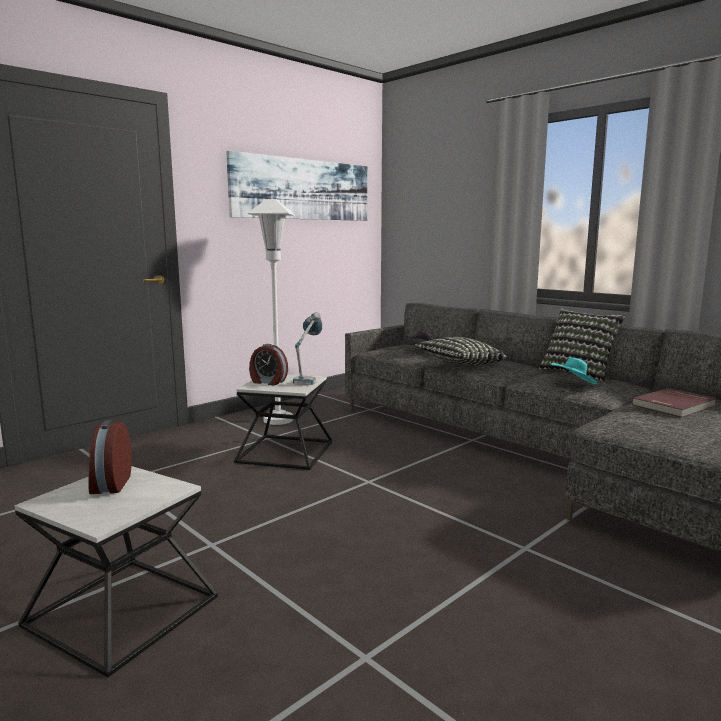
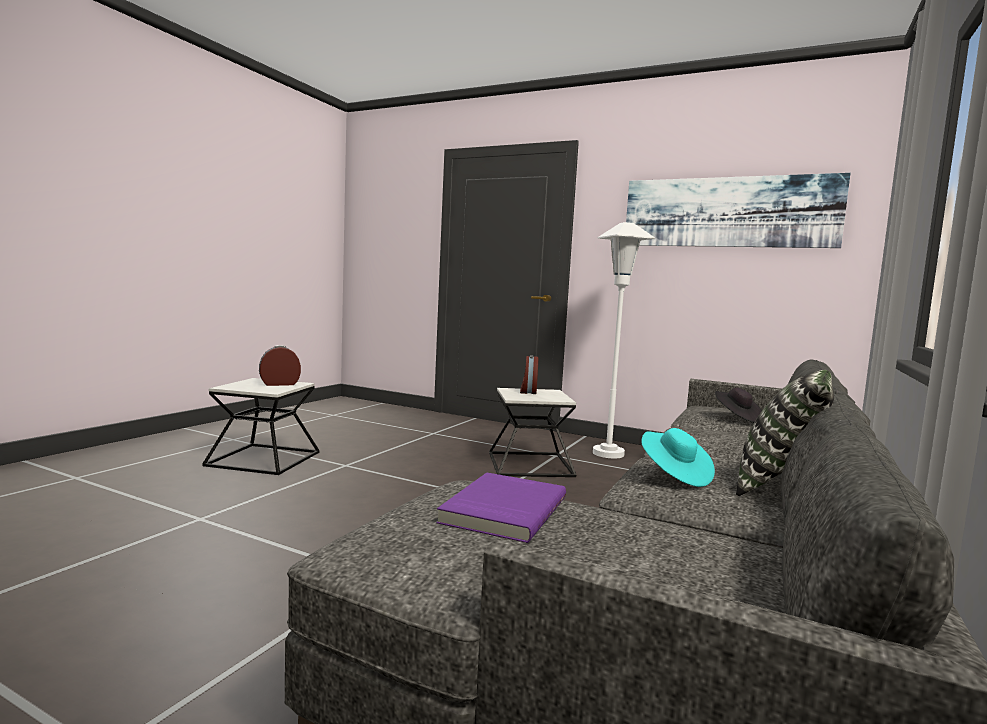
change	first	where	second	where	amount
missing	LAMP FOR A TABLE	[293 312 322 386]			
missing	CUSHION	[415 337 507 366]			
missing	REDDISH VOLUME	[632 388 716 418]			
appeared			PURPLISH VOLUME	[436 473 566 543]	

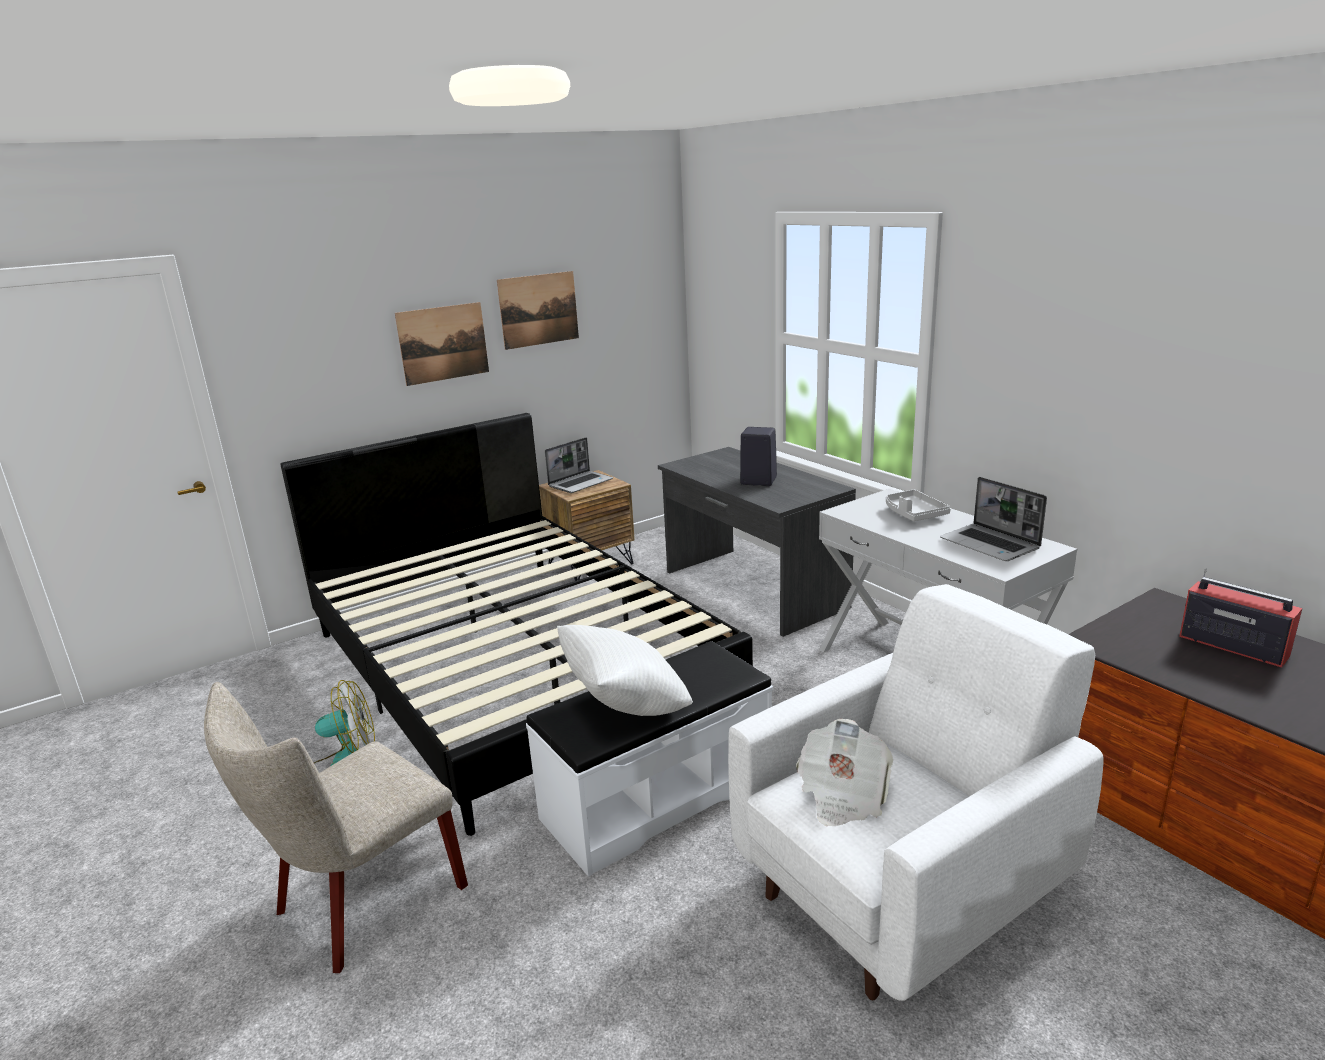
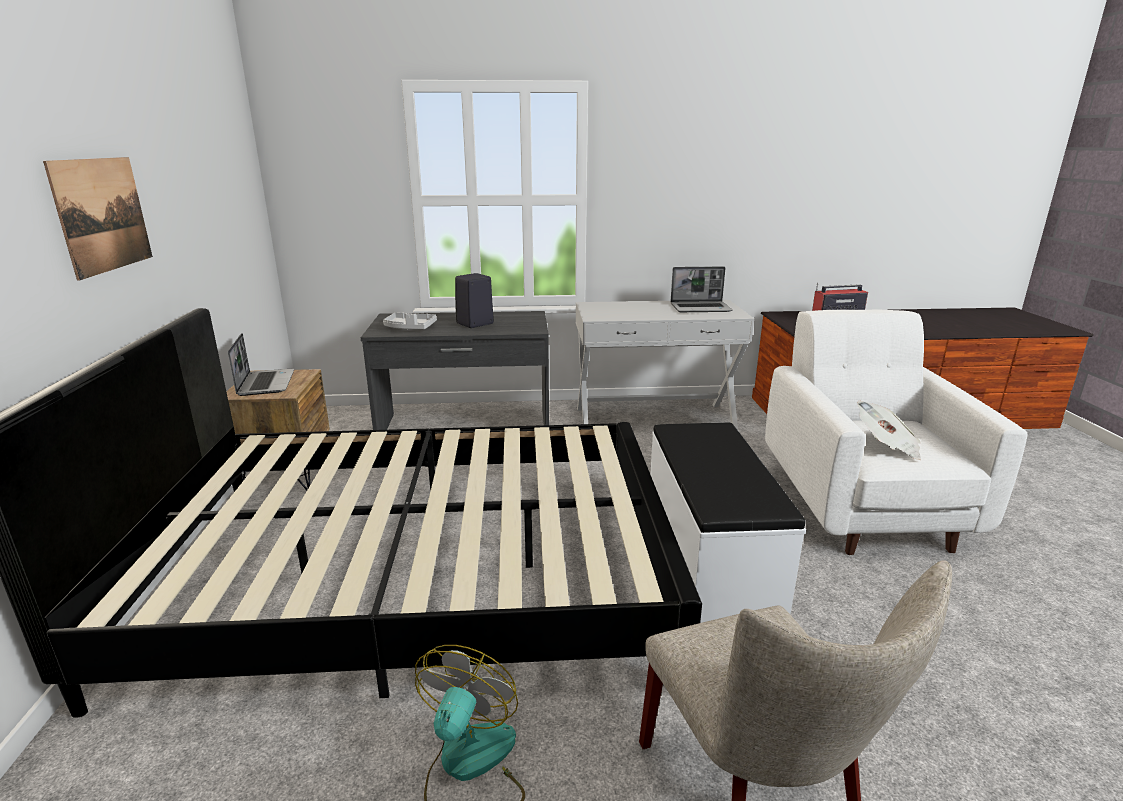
change	first	where	second	where	amount
missing	PICTURE	[497 271 579 350]			
missing	WHITE-COLOURED CUSHION	[557 625 693 716]			
relocated	GREY TRAY	[886 489 951 521]		[383 313 437 329]	

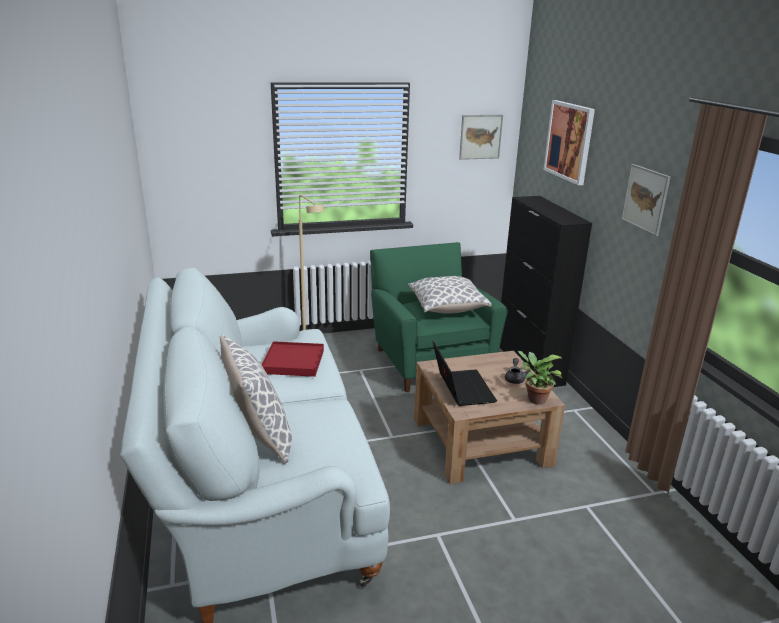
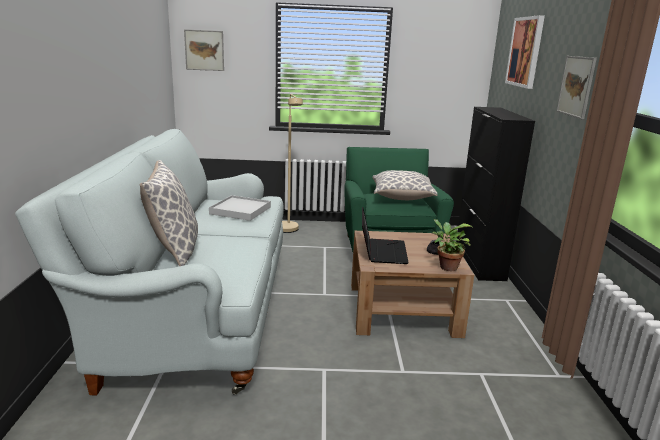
change	first	where	second	where	amount
colour	REDDISH TRAY	[262 341 324 377]	WHITE-COLOURED TRAY	[209 195 271 221]	
relocated	PICTURE	[459 115 503 160]		[184 29 224 71]	

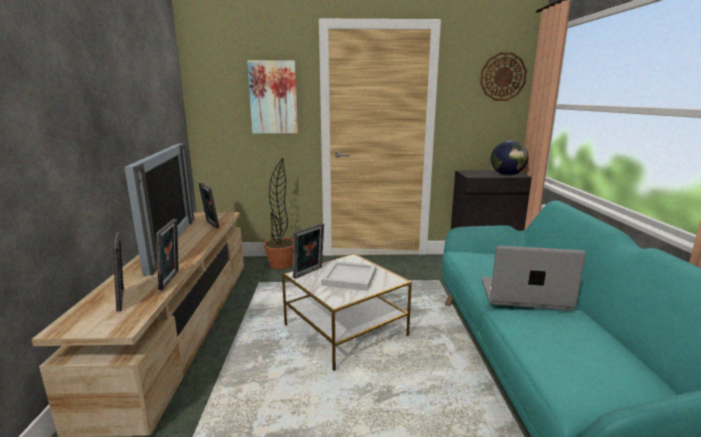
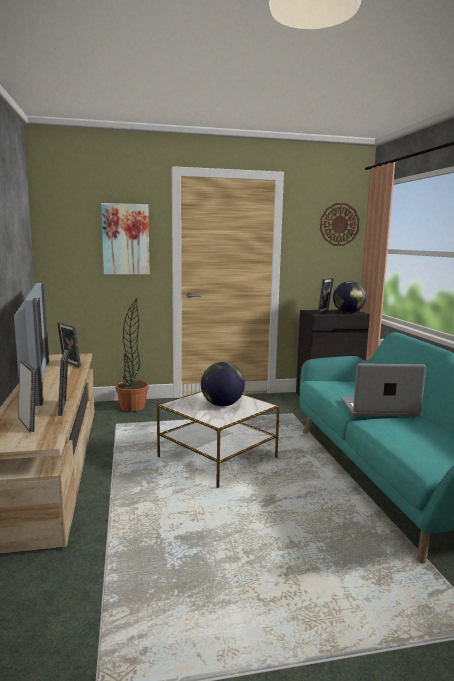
change	first	where	second	where	amount
relocated	PHOTO FRAME	[293 223 324 279]		[317 278 334 314]	
exchanged	WHITE-COLOURED TRAY	[321 261 376 291]	DESK GLOBE	[201 362 245 406]	

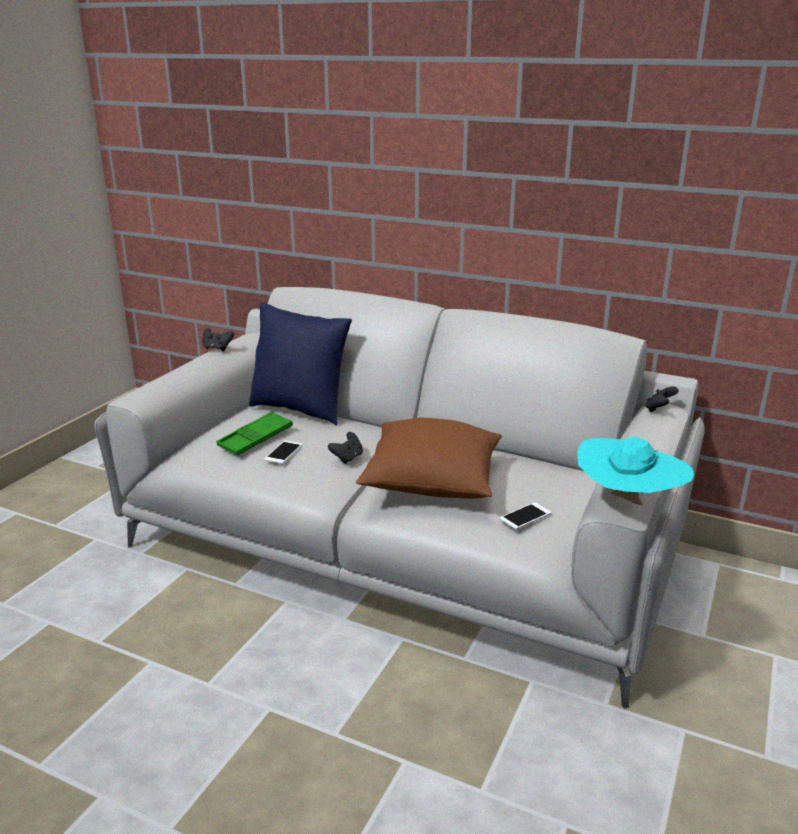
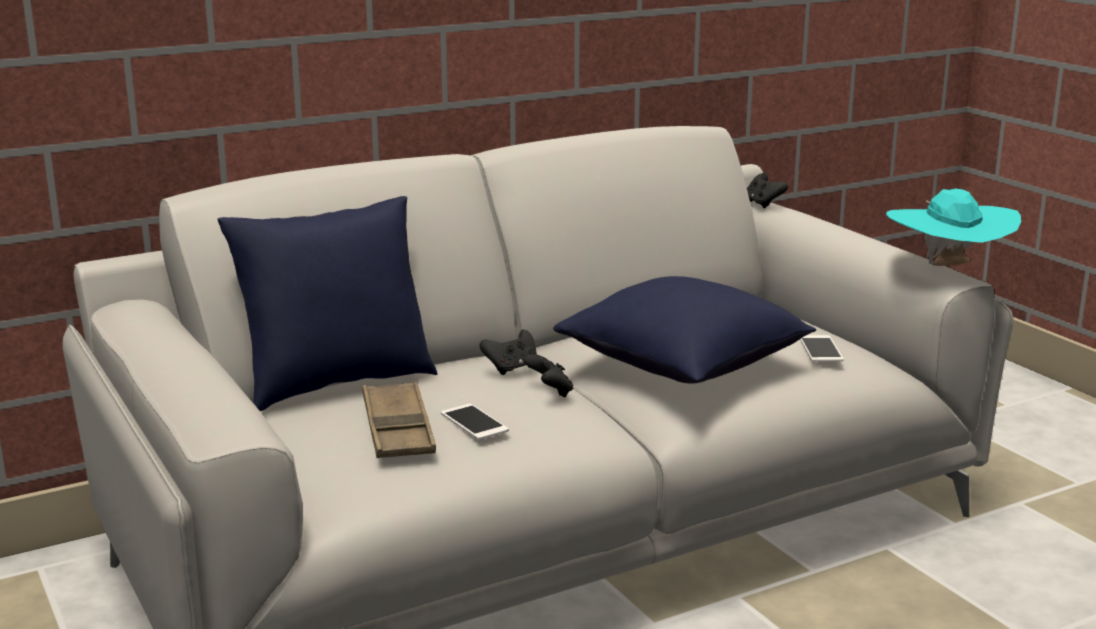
change	first	where	second	where	amount
relocated	BLACK-COLOURED JOYPAD	[203 328 234 351]		[479 330 537 375]	
colour	GREENISH TRAY	[217 412 293 455]	BROWN-COLOURED TRAY	[362 382 436 458]	
colour	BROWN-COLOURED CUSHION	[356 418 502 499]	BLUE CUSHION	[553 276 816 383]	

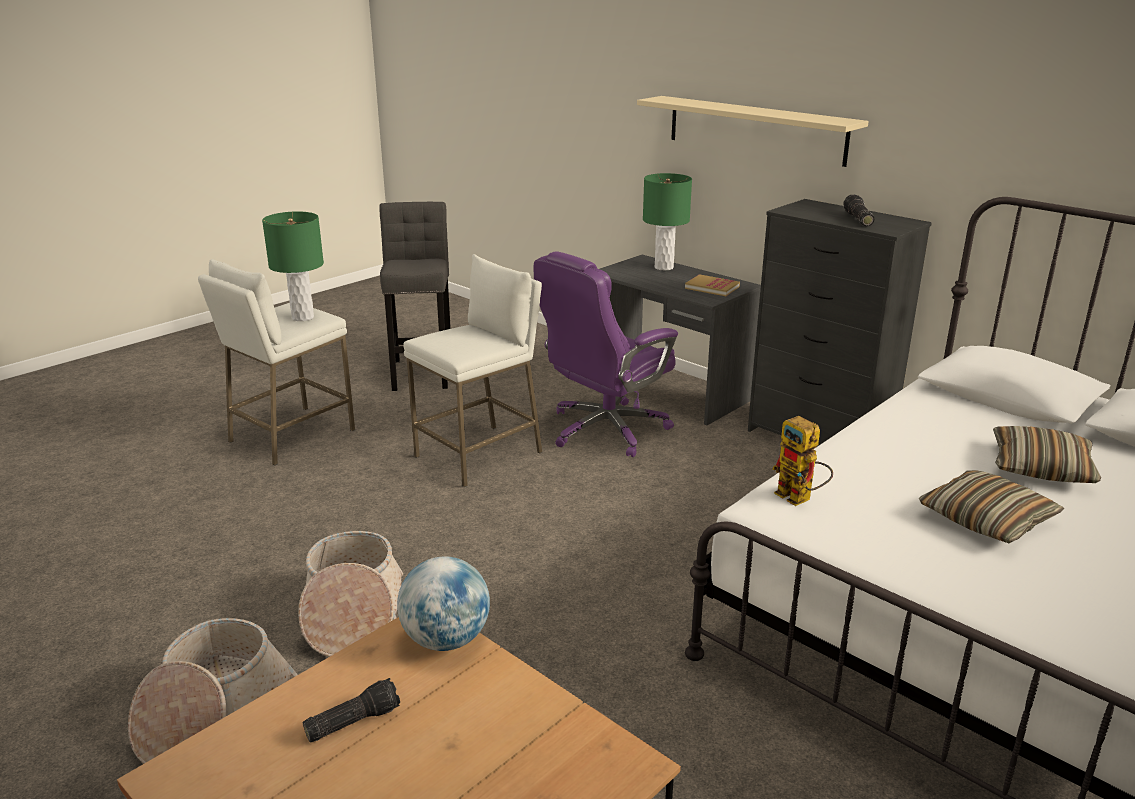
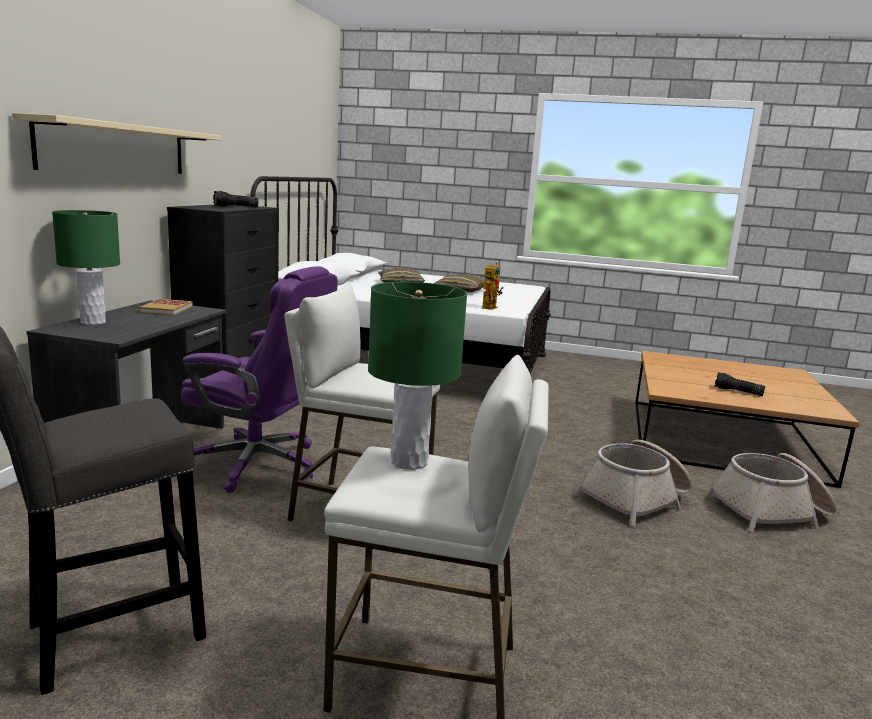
change	first	where	second	where	amount
missing	DESK GLOBE	[397 556 490 651]			

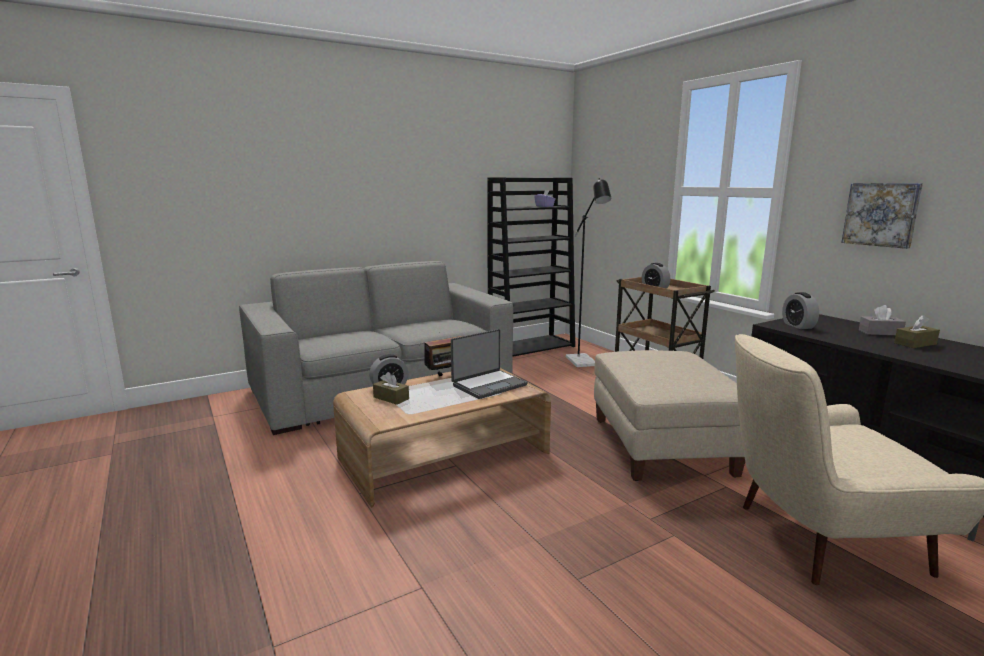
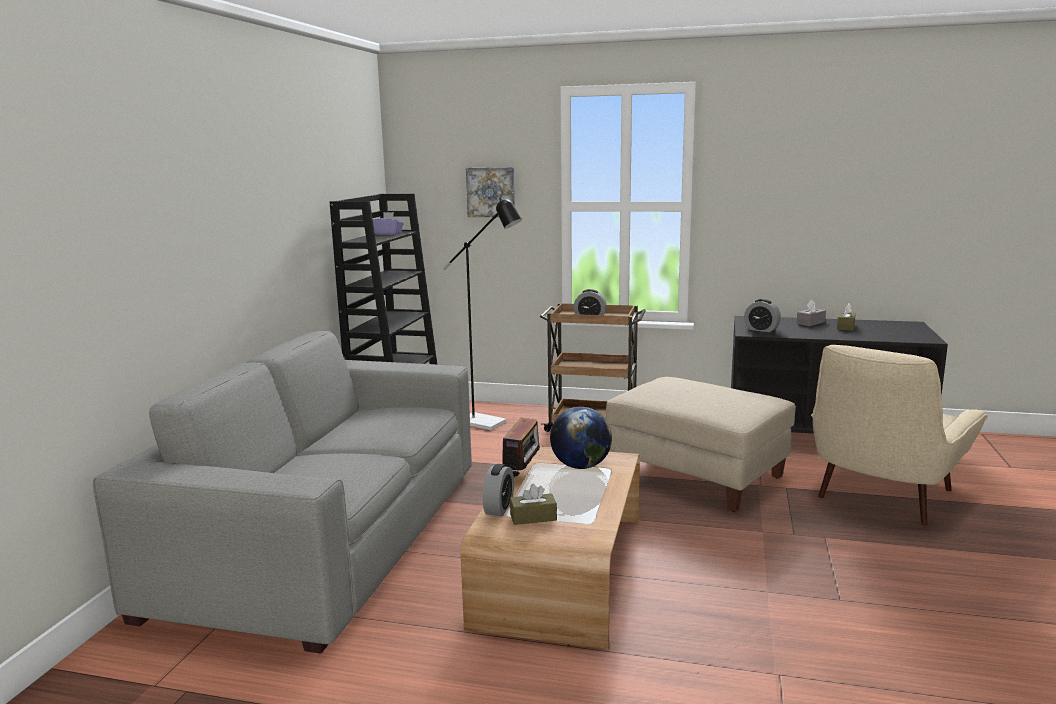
change	first	where	second	where	amount
exchanged	PORTABLE COMPUTER	[451 329 528 399]	DESK GLOBE	[550 407 612 469]	
relocated	PICTURE	[841 183 923 249]		[466 167 515 217]	

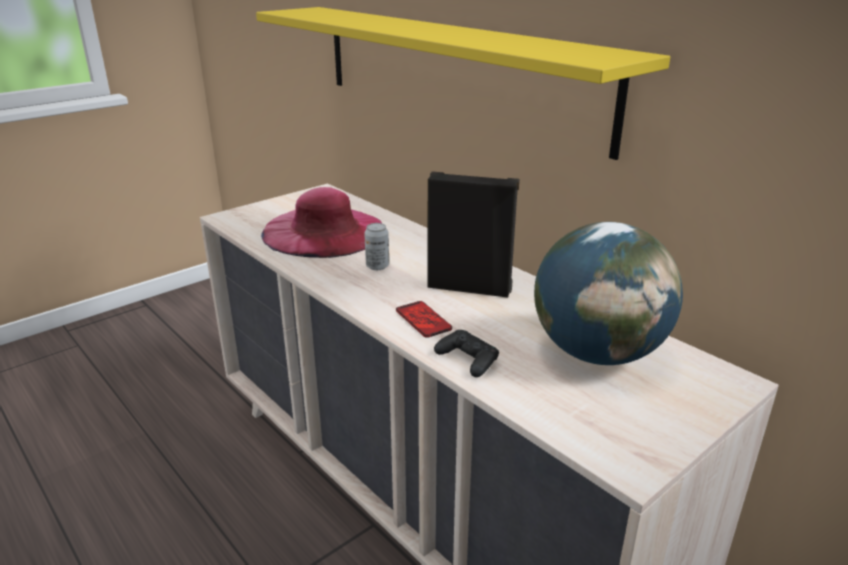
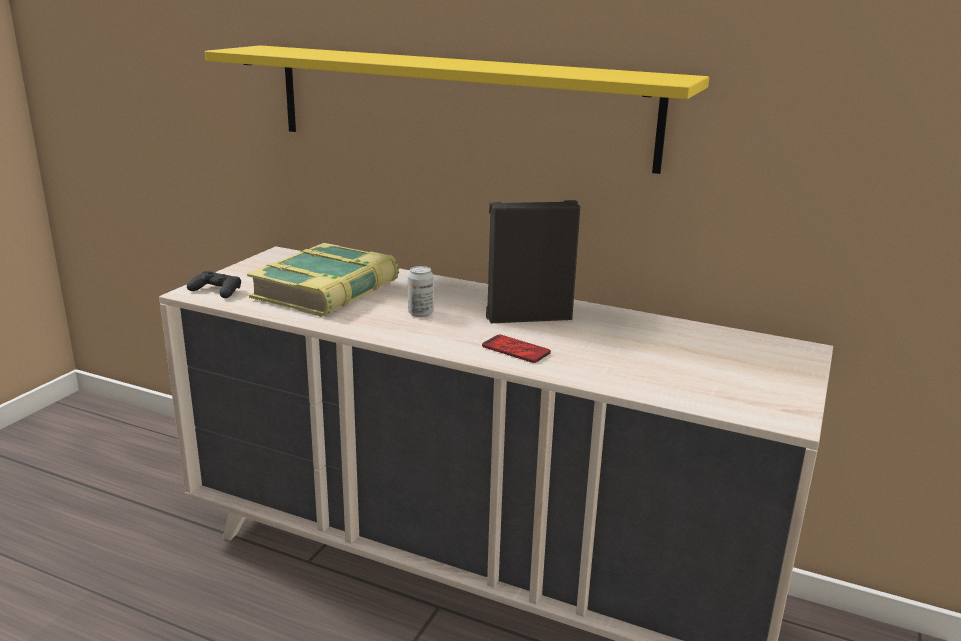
change	first	where	second	where	amount
exchanged	PINKISH WEARABLE HAT	[261 187 382 258]	VOLUME	[247 243 399 317]	
relocated	BLACK-COLOURED JOYPAD	[434 330 499 377]		[187 271 241 298]	
missing	DESK GLOBE	[534 222 683 365]			

